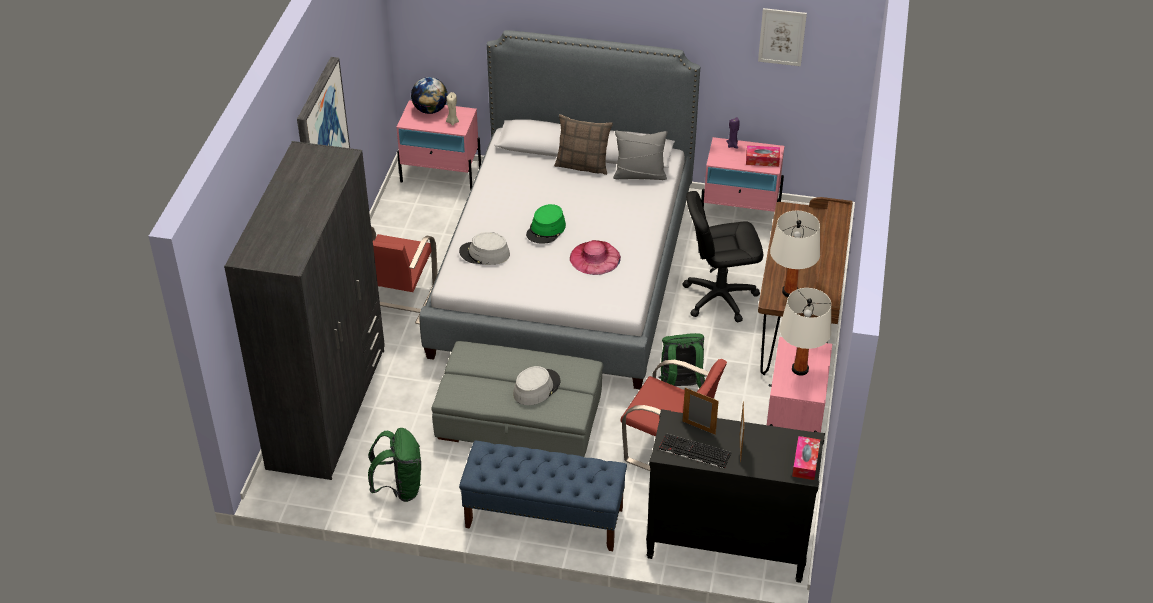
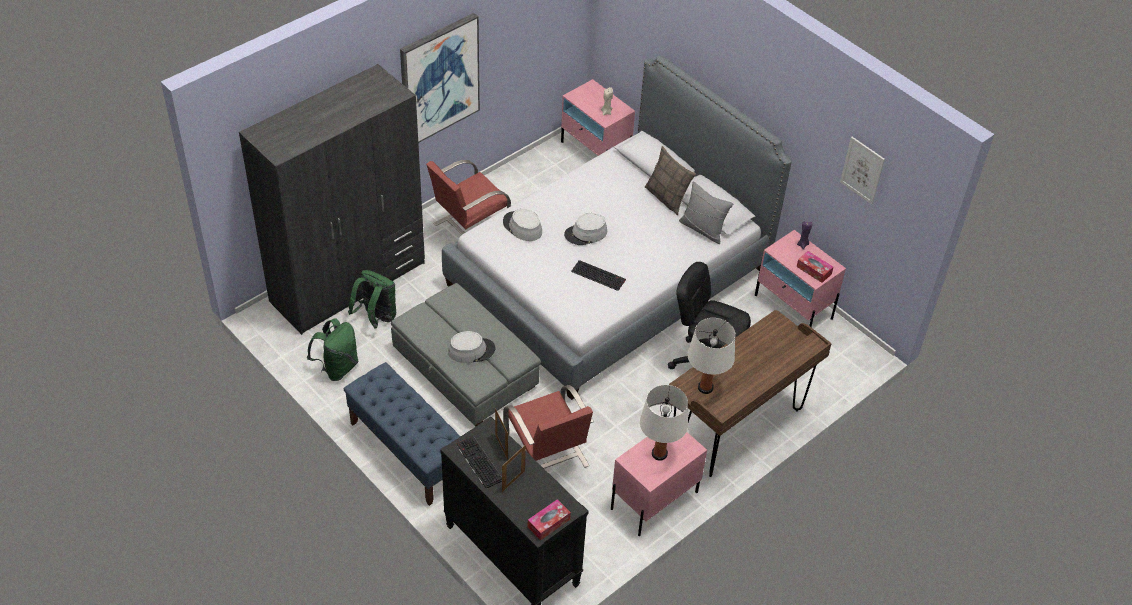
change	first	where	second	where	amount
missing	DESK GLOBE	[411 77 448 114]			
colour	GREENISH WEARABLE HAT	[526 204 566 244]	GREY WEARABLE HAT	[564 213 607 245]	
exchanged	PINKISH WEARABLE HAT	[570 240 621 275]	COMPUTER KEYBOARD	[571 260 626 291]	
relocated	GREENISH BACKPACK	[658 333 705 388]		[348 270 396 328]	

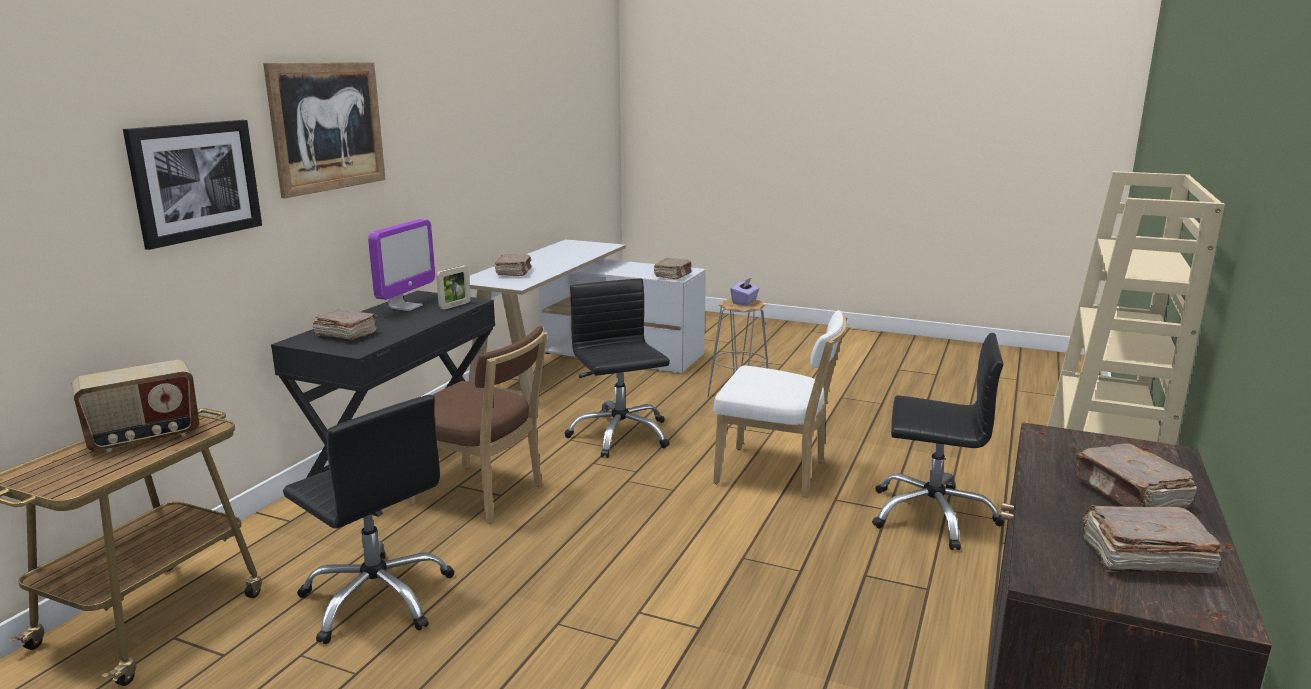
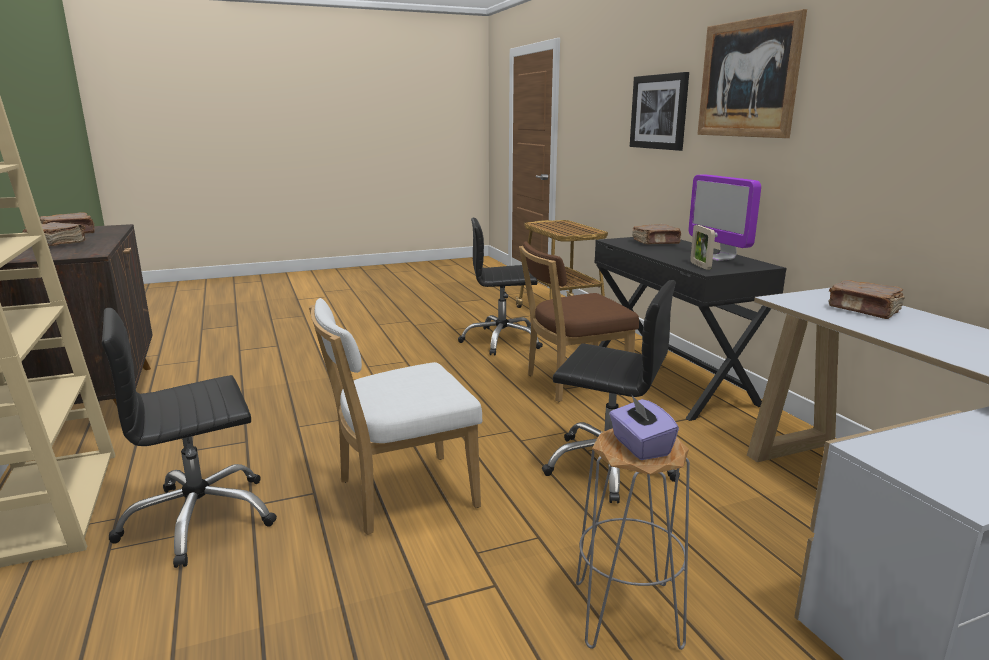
change	first	where	second	where	amount
missing	RADIO RECEIVER	[72 360 200 452]			
missing	BROWN-COLOURED VOLUME	[654 258 692 279]			

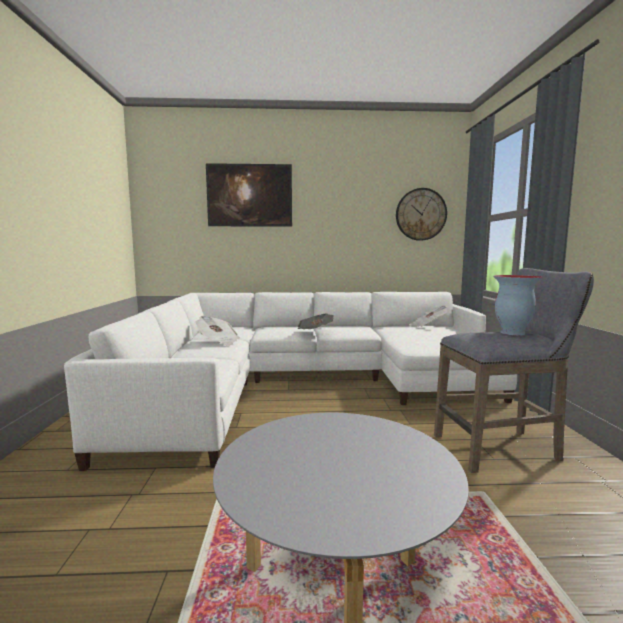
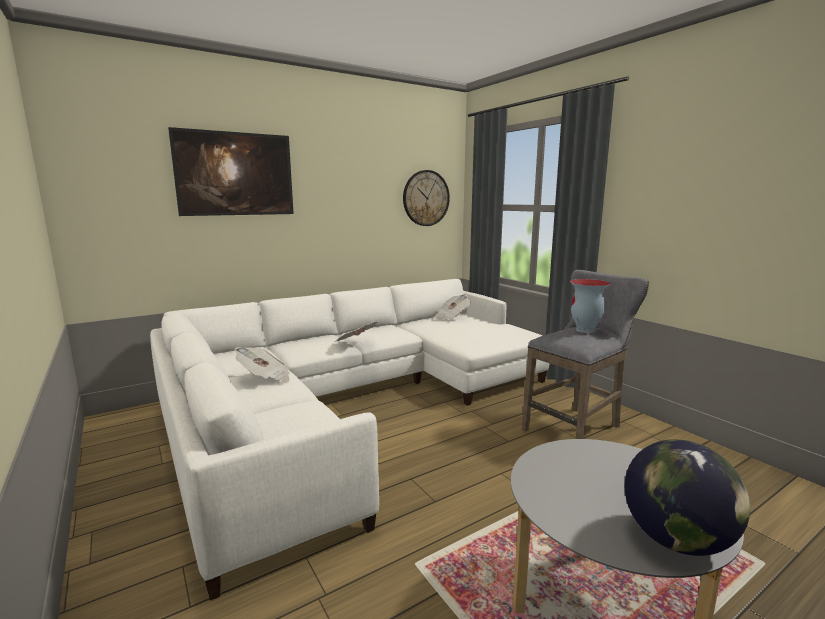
change	first	where	second	where	amount
appeared			DESK GLOBE	[625 439 750 556]	

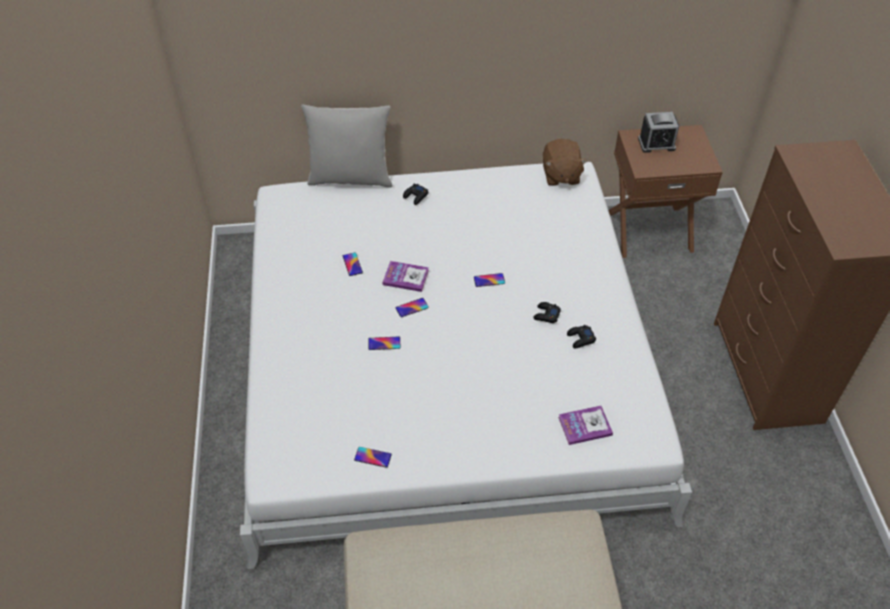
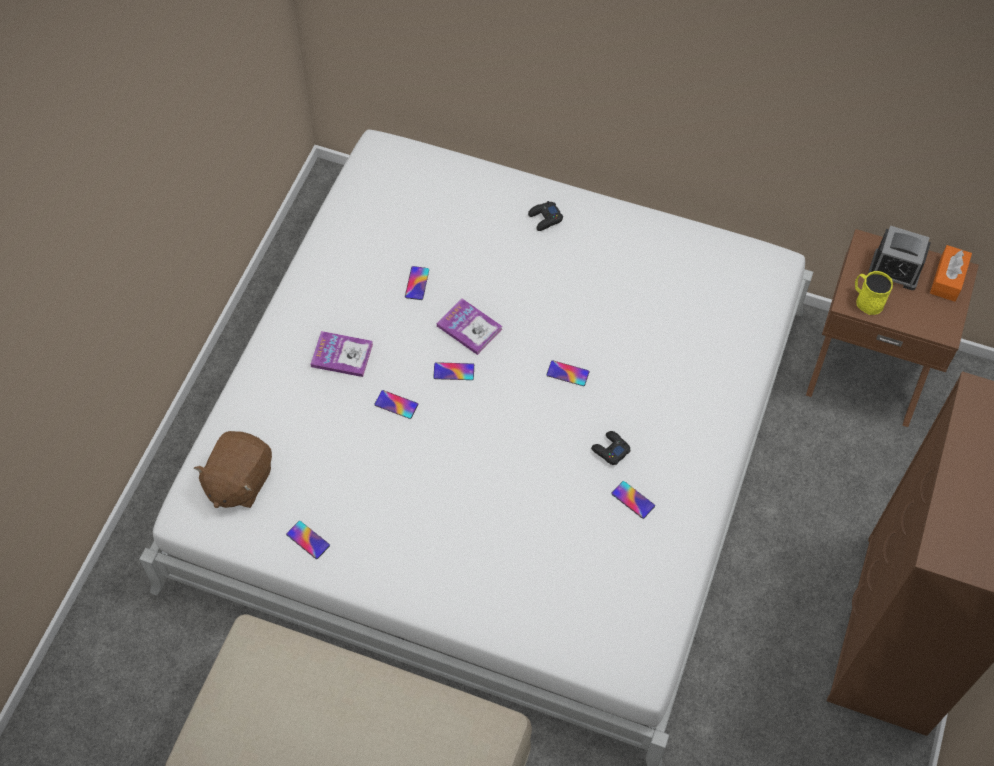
change	first	where	second	where	amount
missing	GREY CUSHION	[301 104 393 187]			
relocated	BROWN-COLOURED PLUSH TOY	[543 139 587 186]		[194 431 272 508]	
relocated	VOLUME	[558 406 613 445]		[310 331 373 377]	
exchanged	BLACK-COLOURED JOYPAD	[567 325 596 348]	HANDSET	[611 481 655 519]	
appeared			YELLOWISH TEA MUG	[855 271 893 315]	
appeared			ORANGE TISSUE HOLDER	[930 245 972 302]	

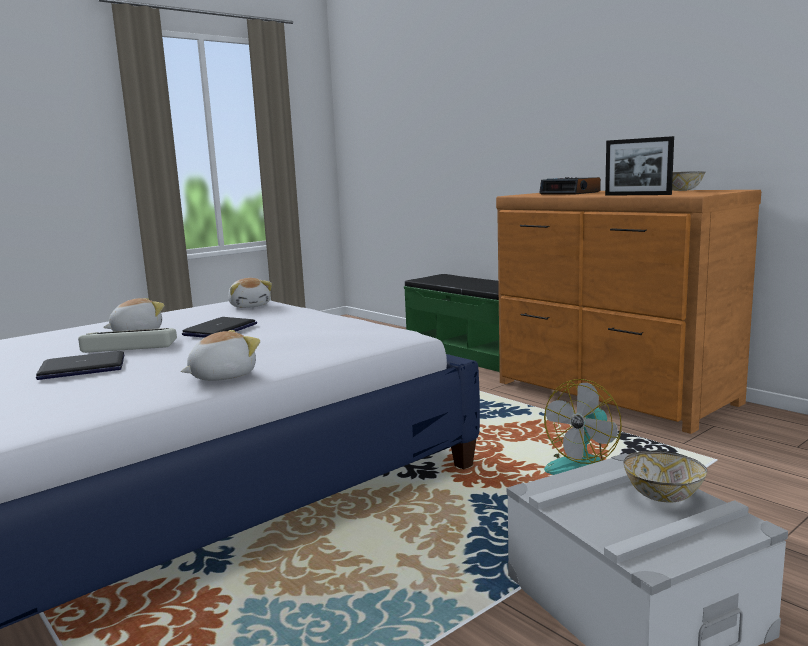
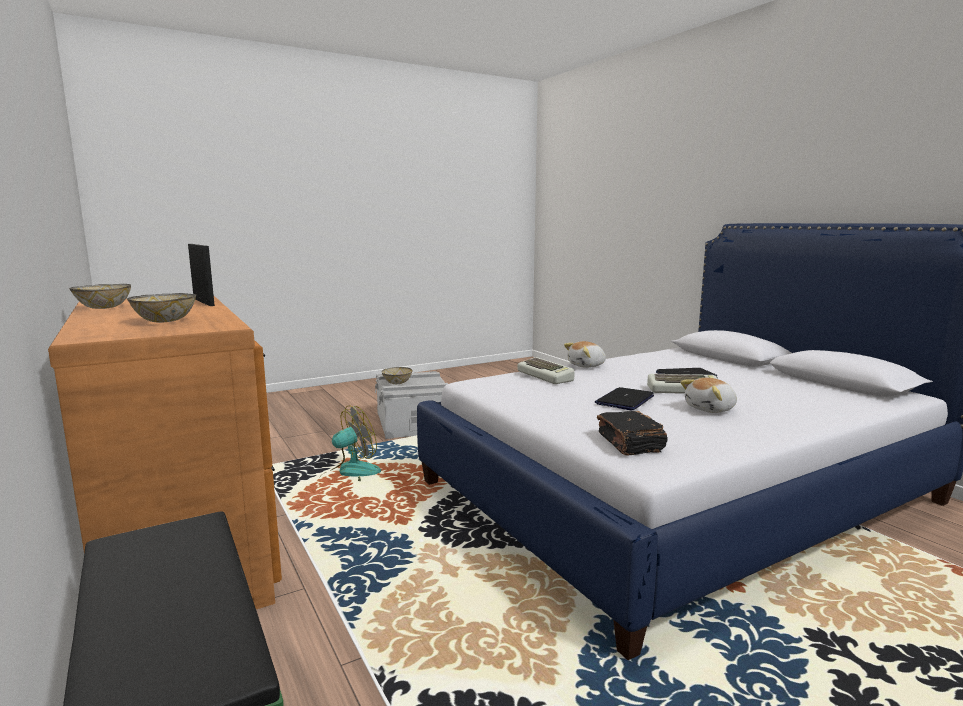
change	first	where	second	where	amount
exchanged	PLUSH TOY	[228 278 272 308]	BLACK-COLOURED VOLUME	[597 411 668 456]	
exchanged	BEDSIDE CLOCK	[539 177 601 195]	DEEP DISH	[127 293 196 323]	
appeared			COMPUTER KEYBOARD	[517 357 575 384]	

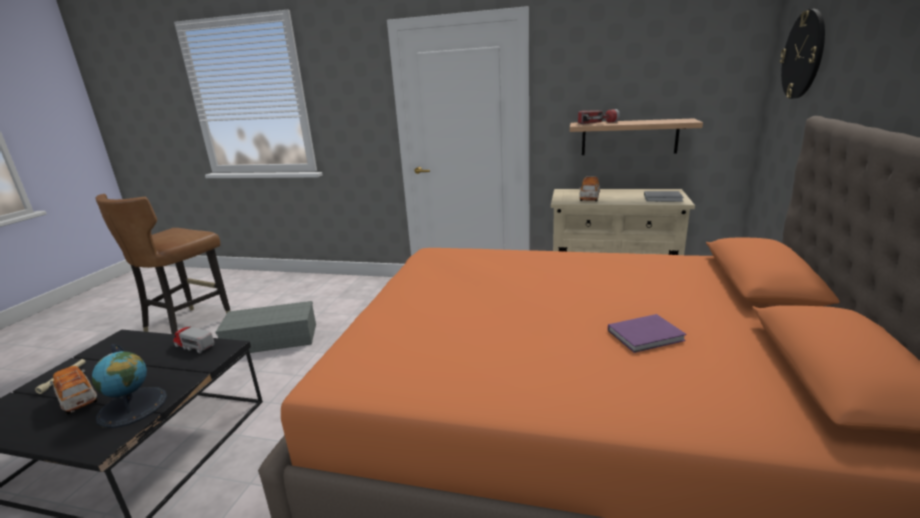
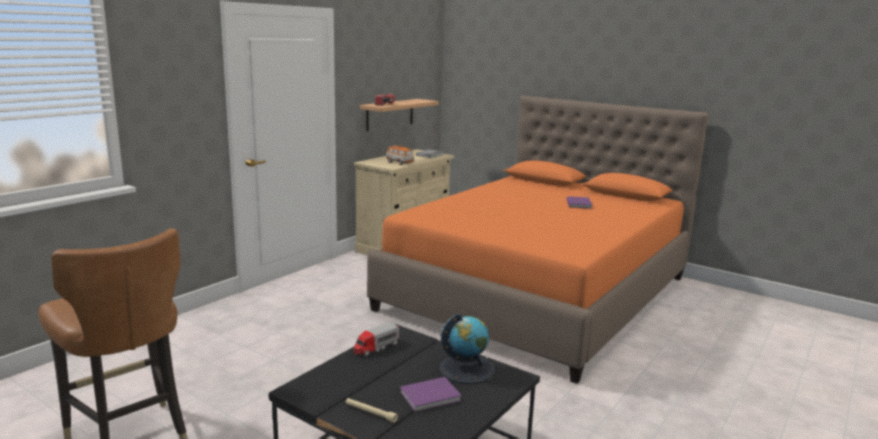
change	first	where	second	where	amount
exchanged	TOY CAR	[50 366 98 415]	PURPLISH VOLUME	[400 377 462 412]	
missing	GREY STORAGE BOX	[216 301 316 353]			
missing	CLOCK ON THE WALL	[780 9 825 99]			

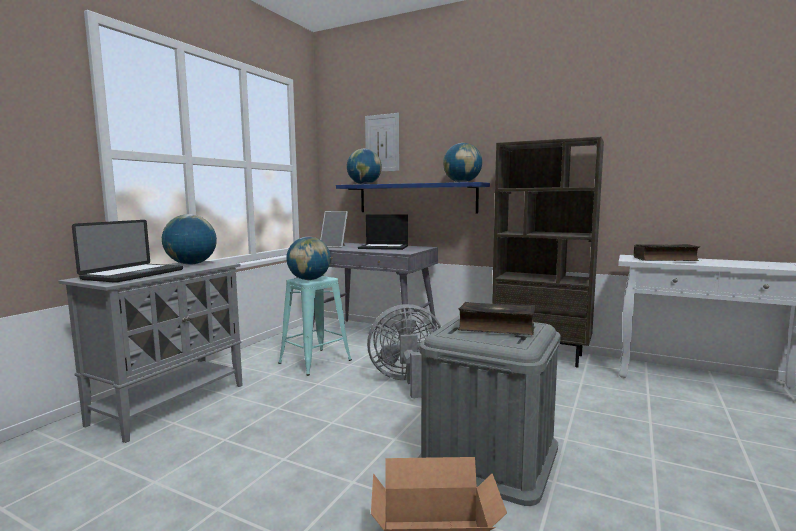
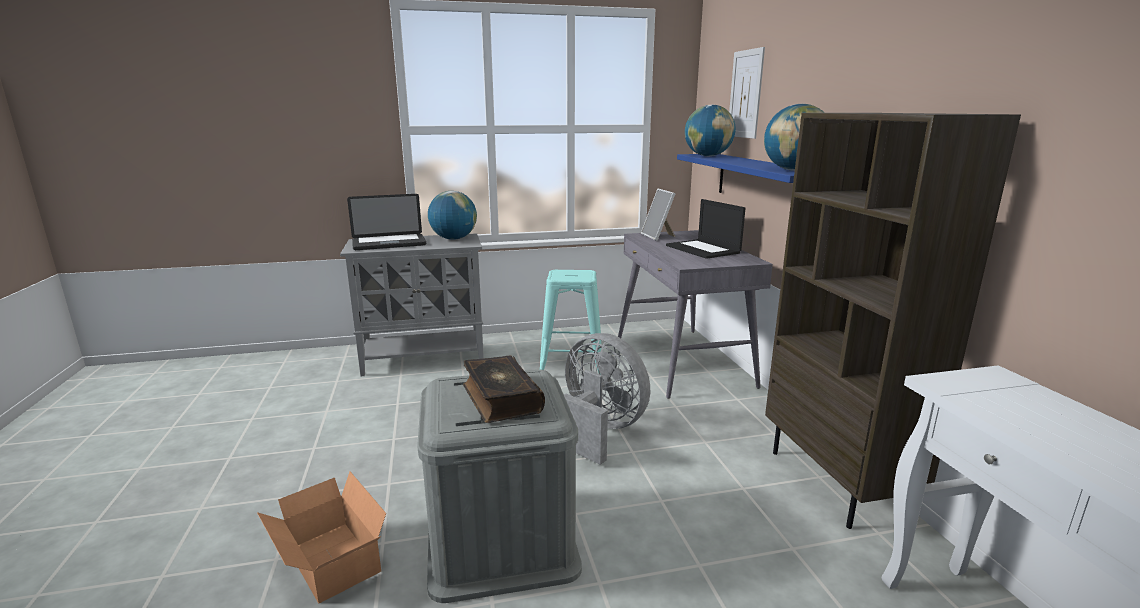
change	first	where	second	where	amount
missing	DESK GLOBE	[286 237 331 280]			
missing	VOLUME	[634 244 700 261]			

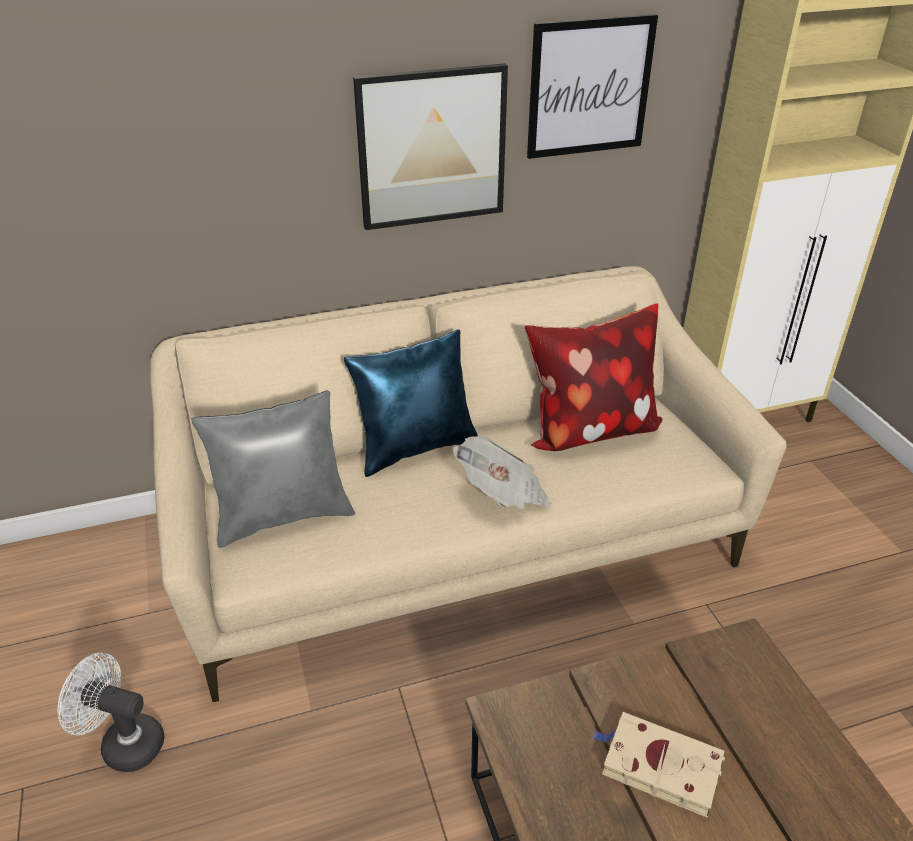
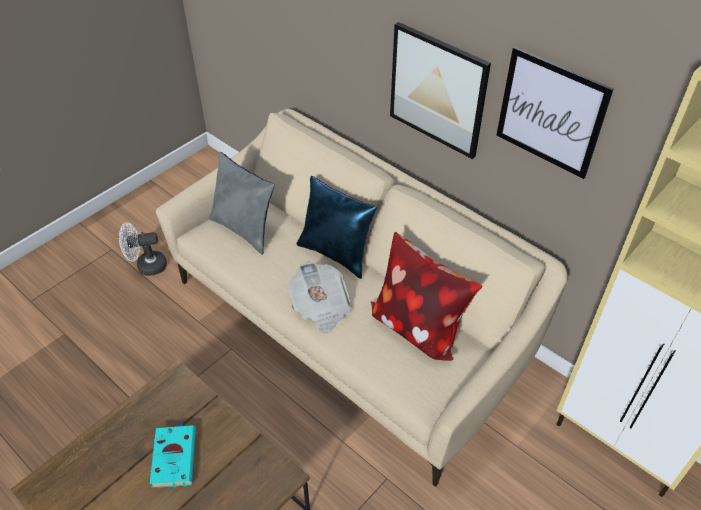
change	first	where	second	where	amount
spun	WHITE-COLOURED FAN	[58 653 164 772]		[119 222 167 276]	90 degrees counterclockwise
colour	BEIGE VOLUME	[592 712 725 818]	TURQUOISE-COLOURED VOLUME	[150 421 196 488]	

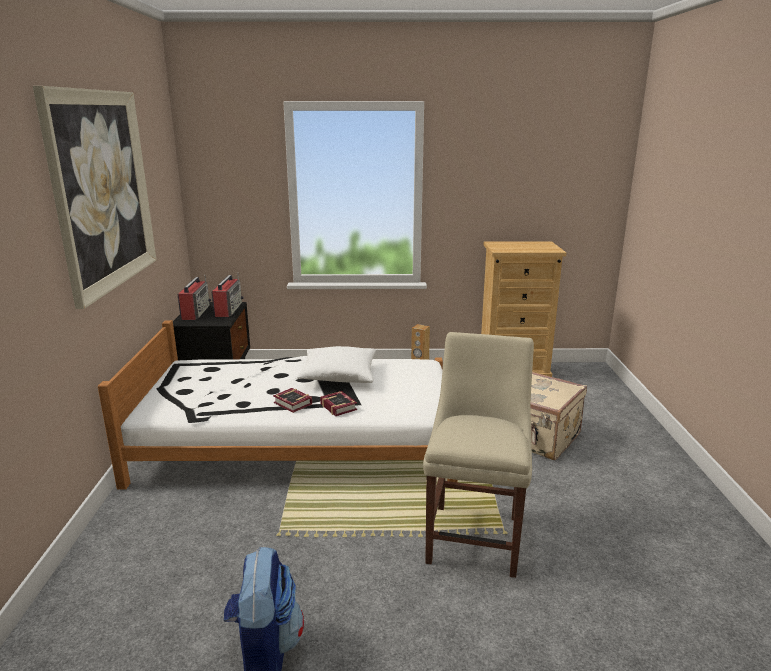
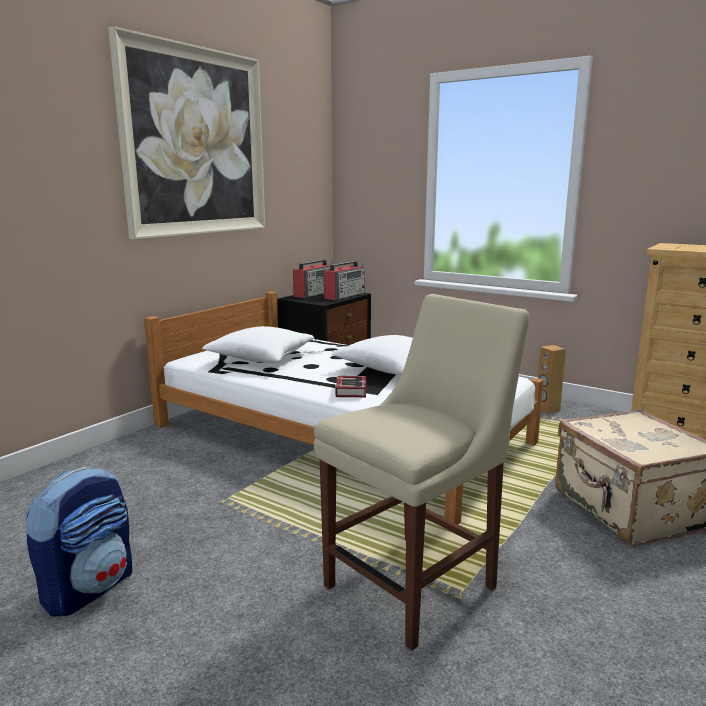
change	first	where	second	where	amount
missing	VOLUME	[273 388 312 413]			
appeared			WHITE-COLOURED CUSHION	[202 326 314 363]	

